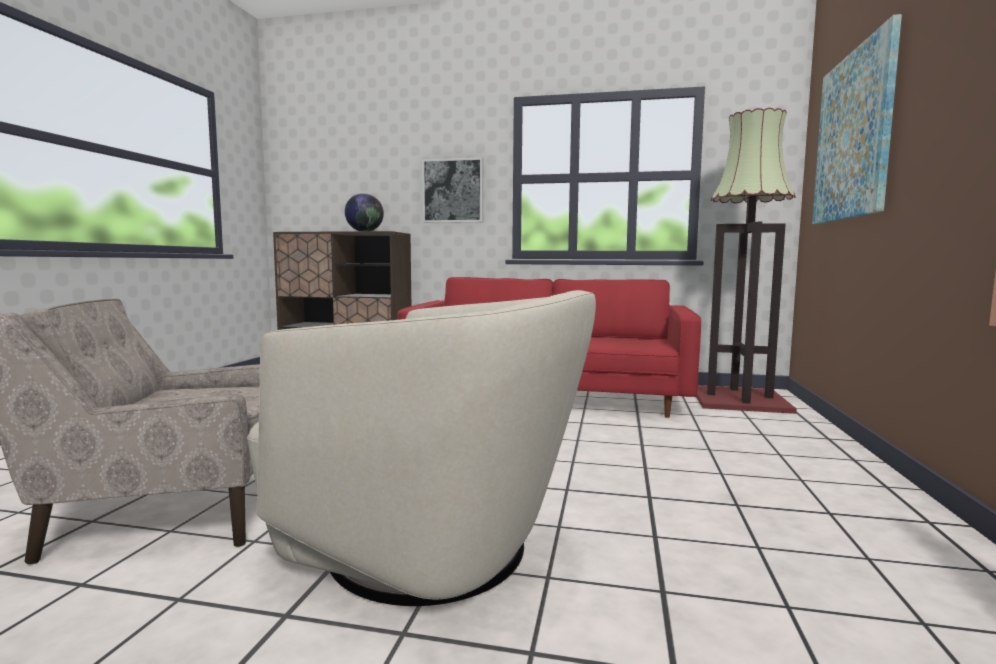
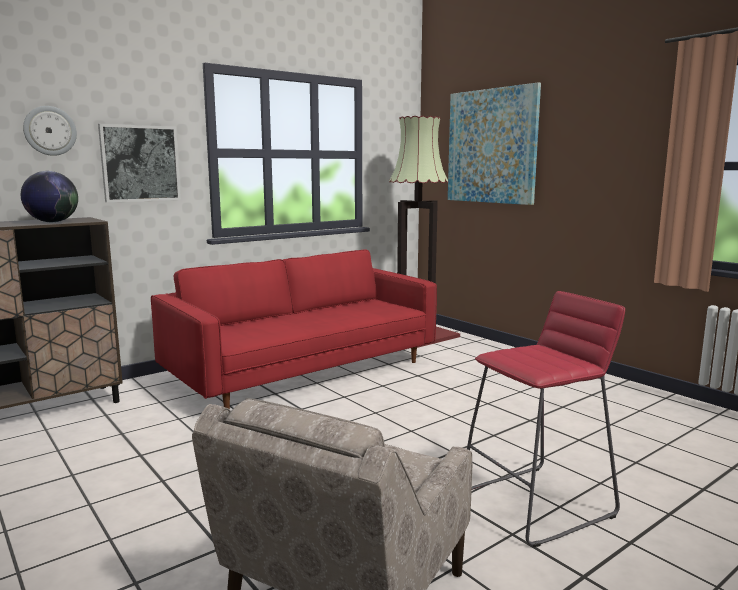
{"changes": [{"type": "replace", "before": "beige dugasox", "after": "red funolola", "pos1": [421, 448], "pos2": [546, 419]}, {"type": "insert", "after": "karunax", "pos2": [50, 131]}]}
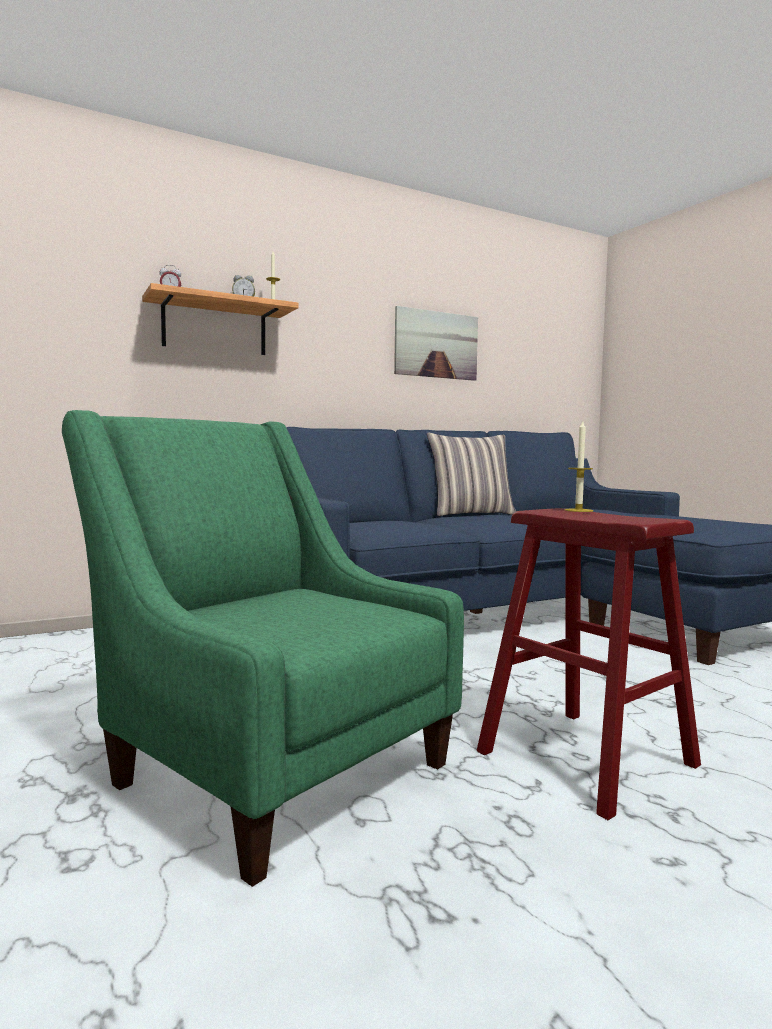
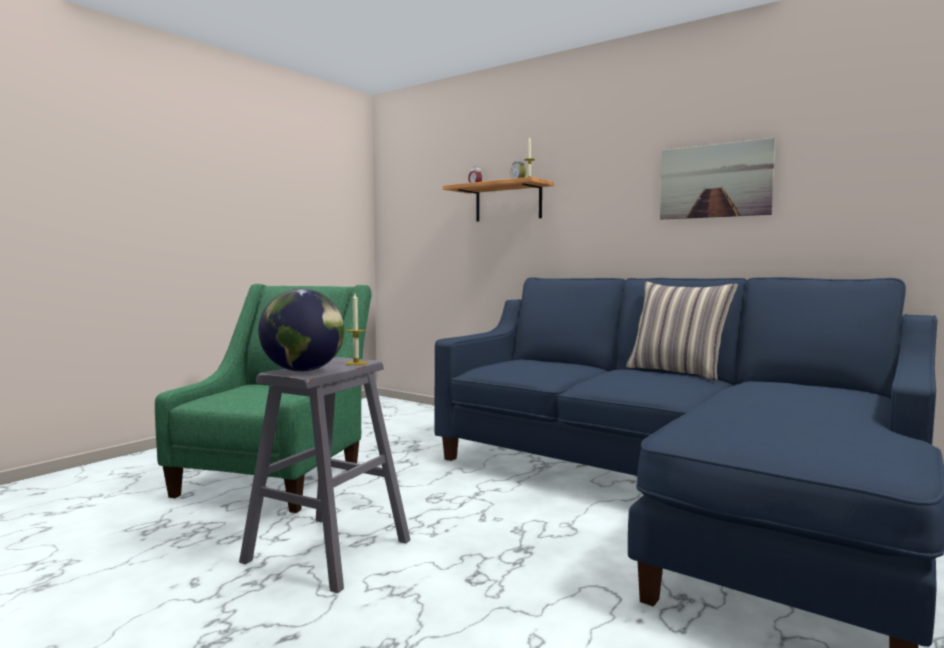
{"changes": [{"type": "recolor", "before": "red funolola", "after": "grey funolola", "pos1": [589, 664], "pos2": [324, 475]}, {"type": "insert", "after": "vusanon", "pos2": [301, 330]}]}
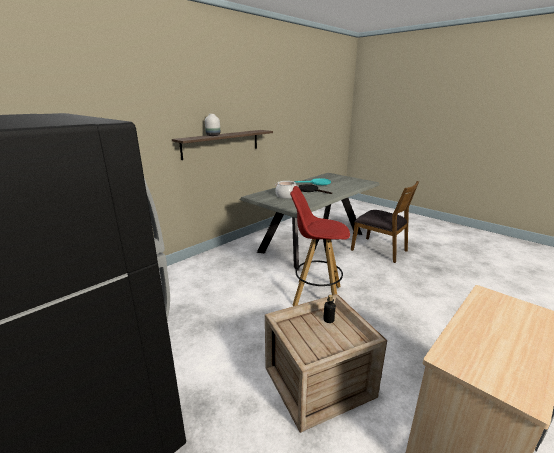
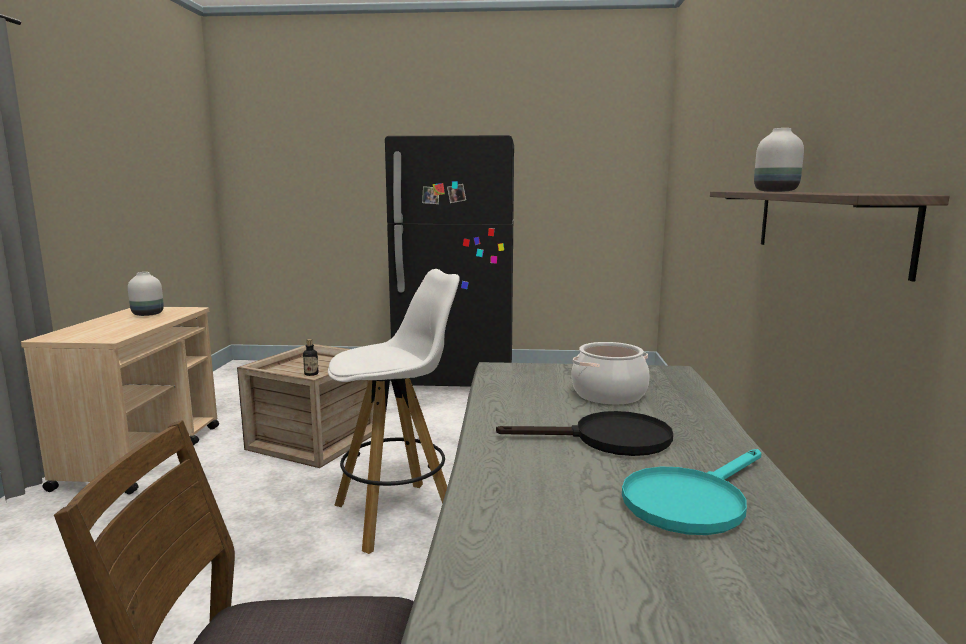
{"changes": [{"type": "recolor", "before": "red funolola", "after": "white funolola", "pos1": [320, 246], "pos2": [394, 411]}, {"type": "insert", "after": "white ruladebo", "pos2": [146, 294]}]}
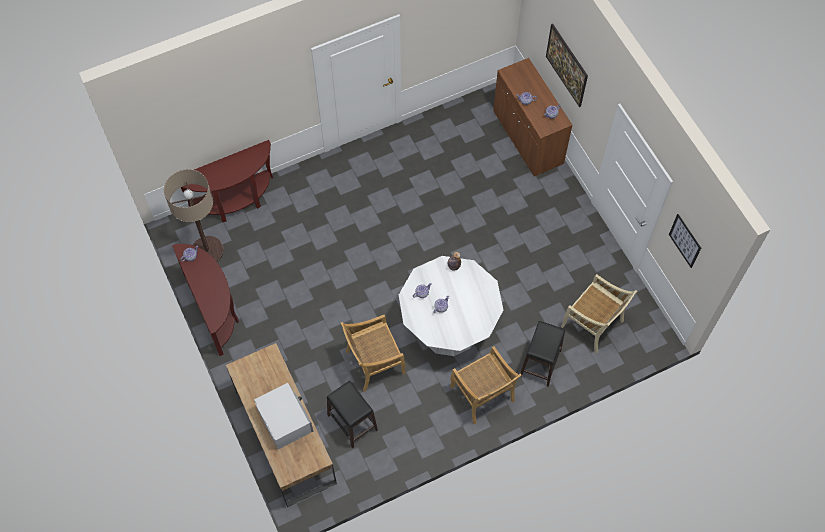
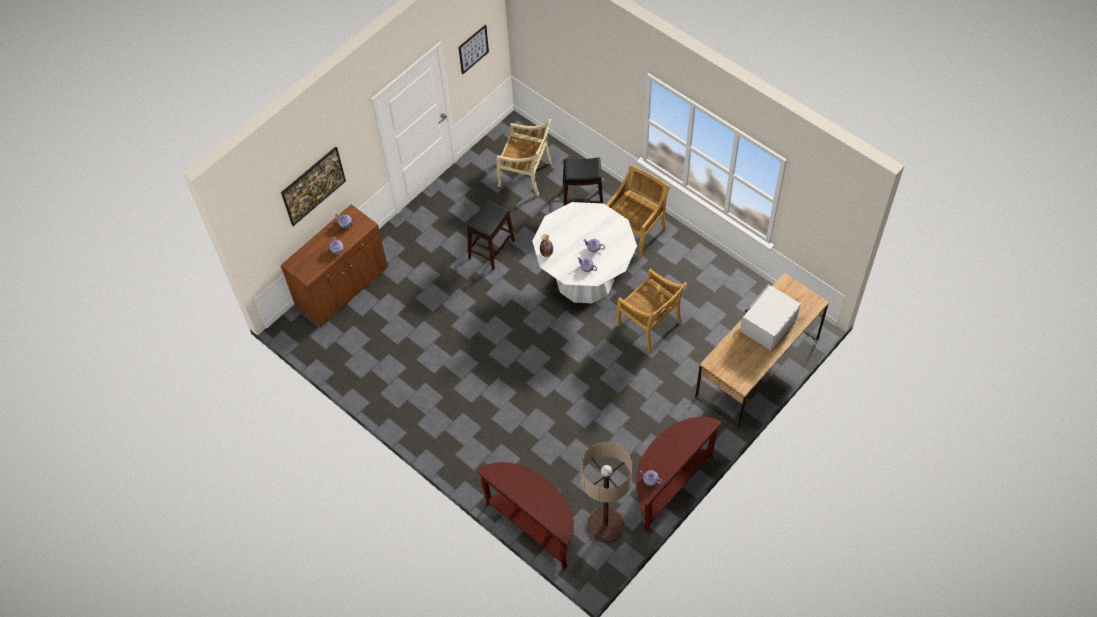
{"changes": [{"type": "move", "before": "black funolola", "pos1": [352, 414], "pos2": [491, 235]}, {"type": "rotate", "before": "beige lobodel", "pos1": [599, 314], "pos2": [524, 157], "turn": 90}]}
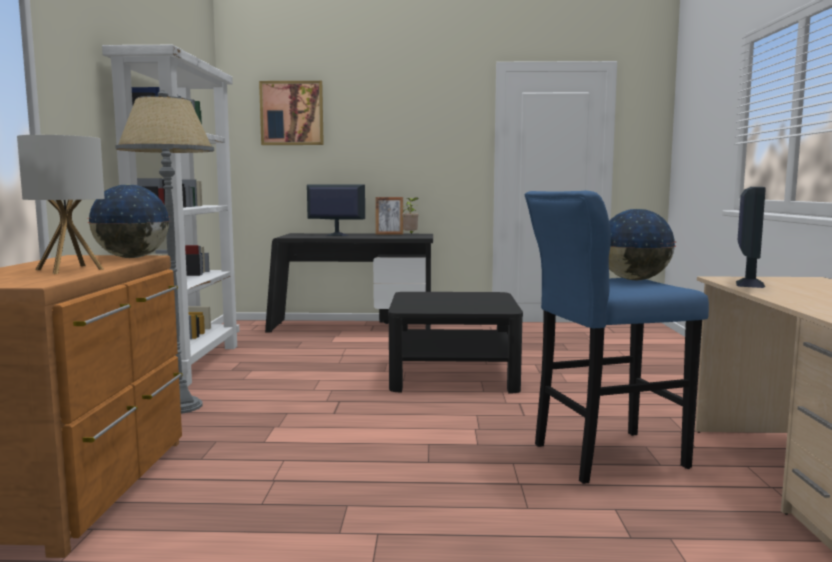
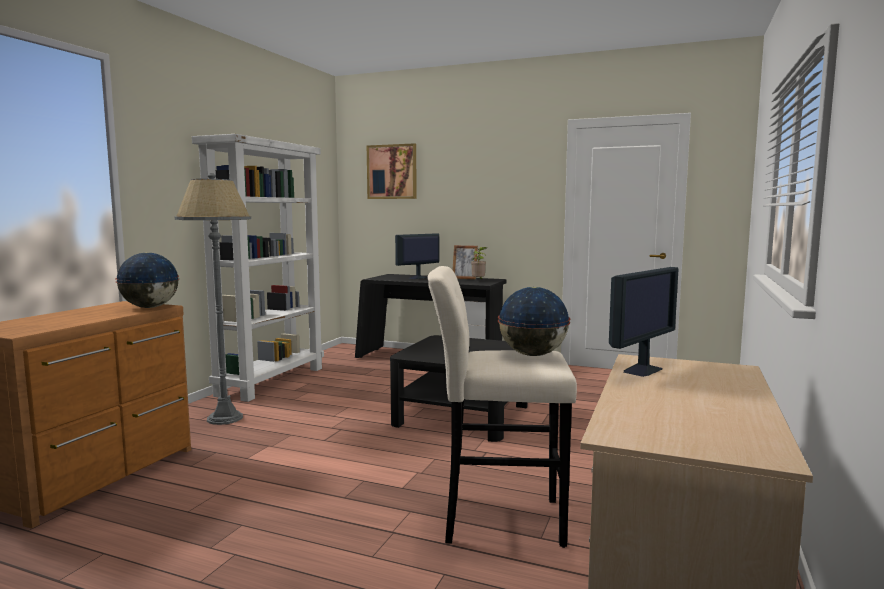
{"changes": [{"type": "delete", "before": "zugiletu", "pos1": [61, 204]}, {"type": "rotate", "before": "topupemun", "pos1": [336, 210], "pos2": [417, 256], "turn": -75}, {"type": "recolor", "before": "blue funolola", "after": "beige funolola", "pos1": [617, 337], "pos2": [502, 407]}]}
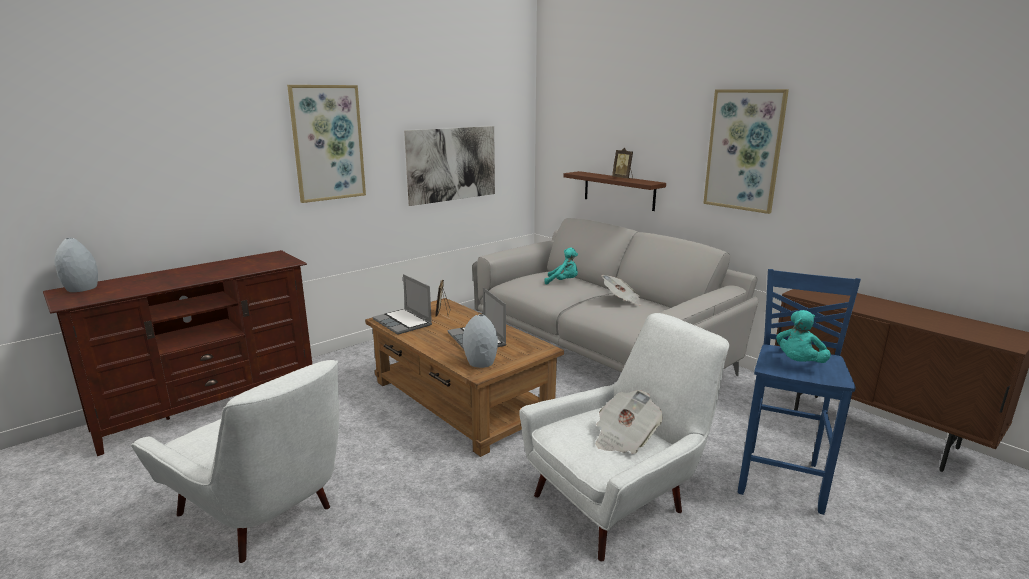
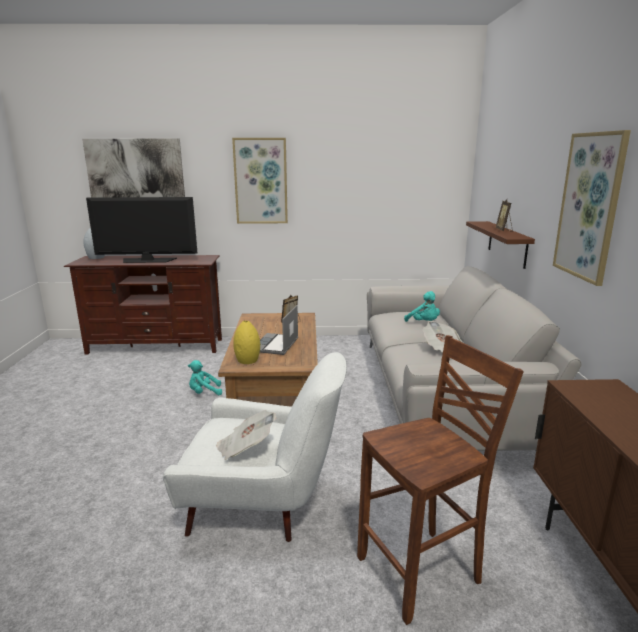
{"changes": [{"type": "delete", "before": "white dugasox", "pos1": [235, 461]}, {"type": "delete", "before": "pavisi", "pos1": [402, 304]}, {"type": "move", "before": "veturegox", "pos1": [449, 166], "pos2": [133, 168]}, {"type": "recolor", "before": "grey ruladebo", "after": "yellow ruladebo", "pos1": [480, 341], "pos2": [246, 342]}, {"type": "recolor", "before": "blue funolola", "after": "brown funolola", "pos1": [799, 392], "pos2": [440, 480]}, {"type": "move", "before": "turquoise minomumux", "pos1": [803, 336], "pos2": [205, 377]}, {"type": "insert", "after": "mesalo", "pos2": [141, 230]}]}
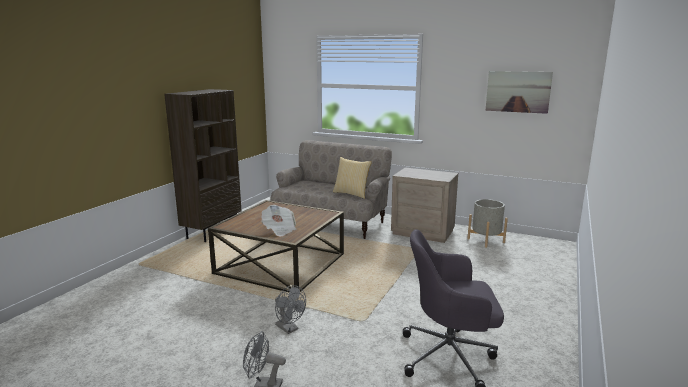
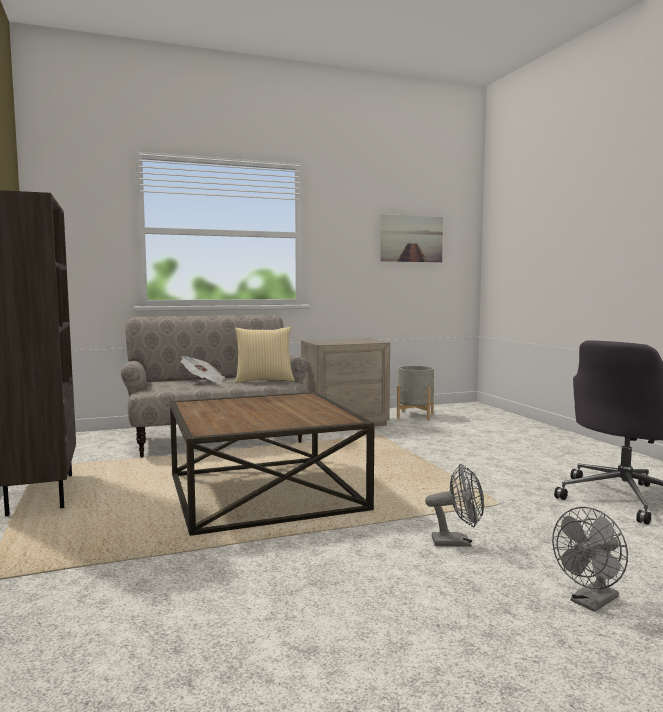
{"changes": [{"type": "move", "before": "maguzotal", "pos1": [278, 221], "pos2": [203, 370]}]}
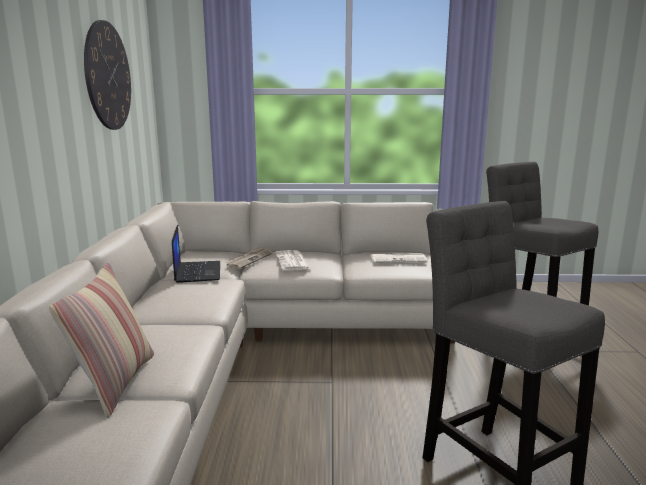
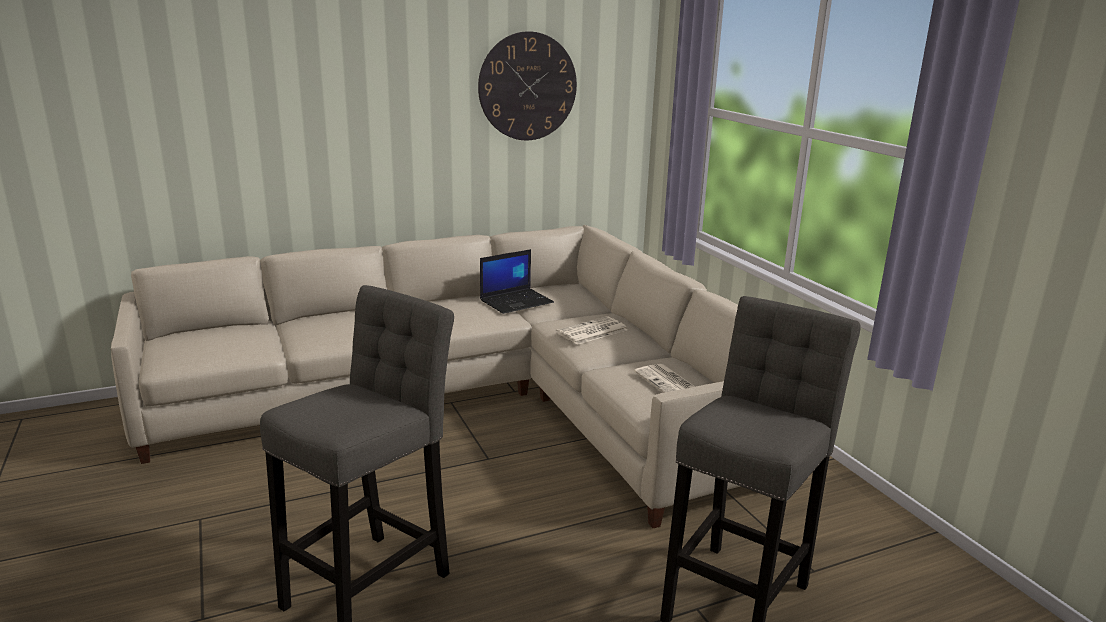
{"changes": [{"type": "delete", "before": "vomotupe", "pos1": [101, 340]}, {"type": "delete", "before": "maguzotal", "pos1": [249, 258]}]}
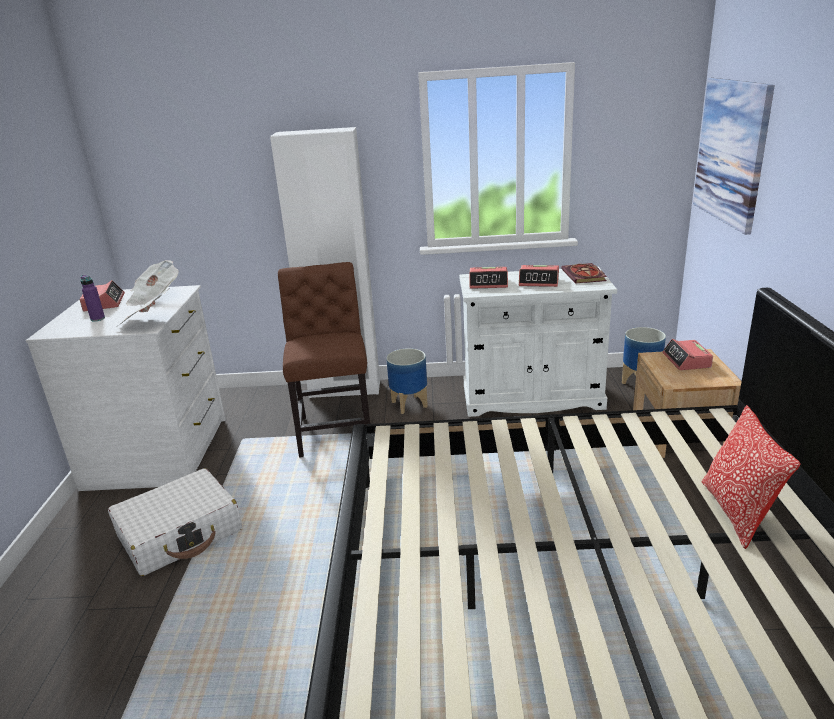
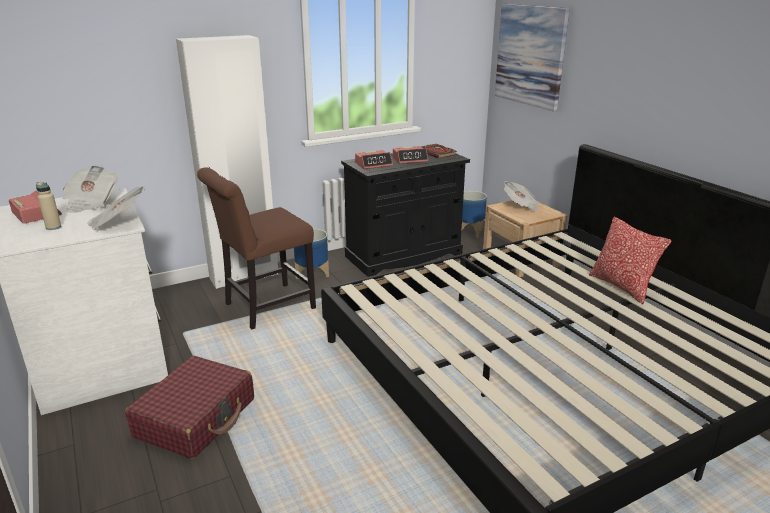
{"changes": [{"type": "recolor", "before": "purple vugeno", "after": "beige vugeno", "pos1": [92, 298], "pos2": [48, 206]}, {"type": "recolor", "before": "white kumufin", "after": "red kumufin", "pos1": [175, 522], "pos2": [189, 407]}, {"type": "rotate", "before": "brown lobodel", "pos1": [324, 360], "pos2": [256, 248], "turn": -90}, {"type": "recolor", "before": "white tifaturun", "after": "black tifaturun", "pos1": [538, 342], "pos2": [405, 215]}, {"type": "replace", "before": "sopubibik", "after": "maguzotal", "pos1": [687, 354], "pos2": [521, 196]}]}
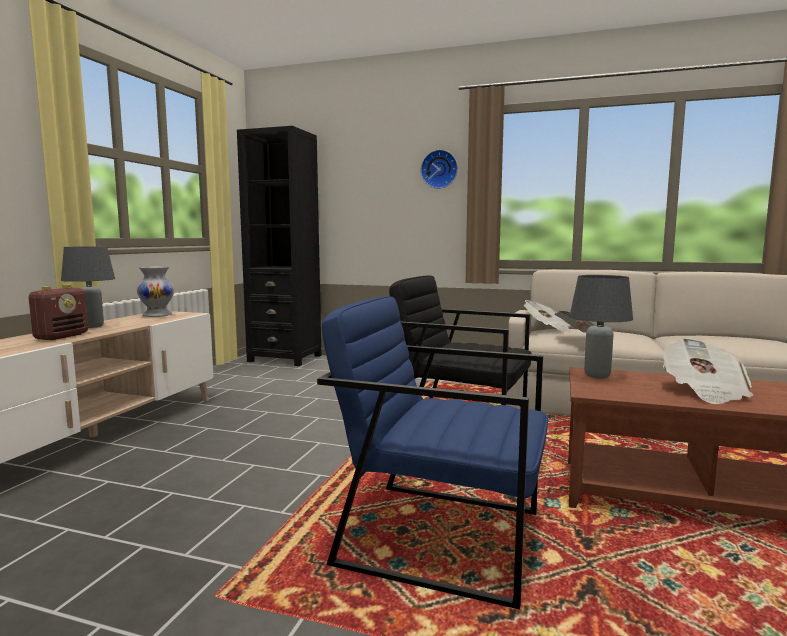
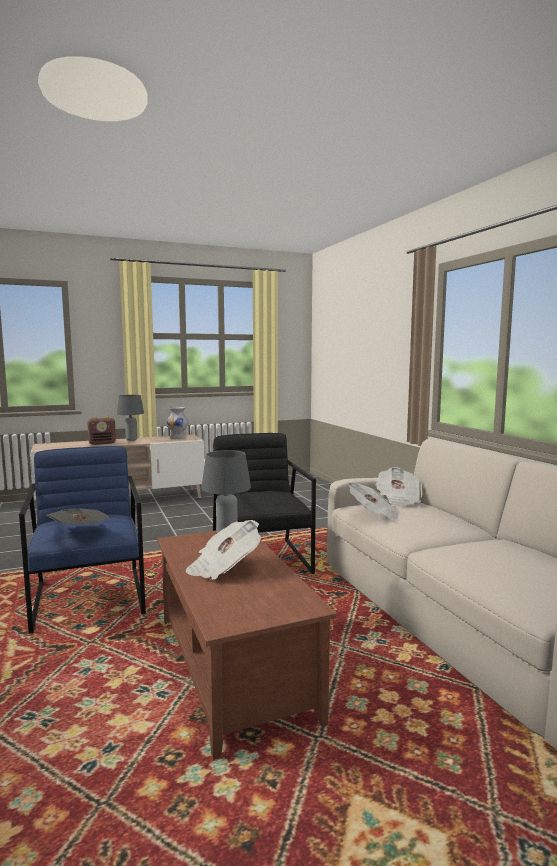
{"changes": [{"type": "delete", "before": "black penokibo", "pos1": [279, 246]}, {"type": "delete", "before": "karunax", "pos1": [439, 169]}, {"type": "insert", "after": "maguzotal", "pos2": [77, 516]}]}
